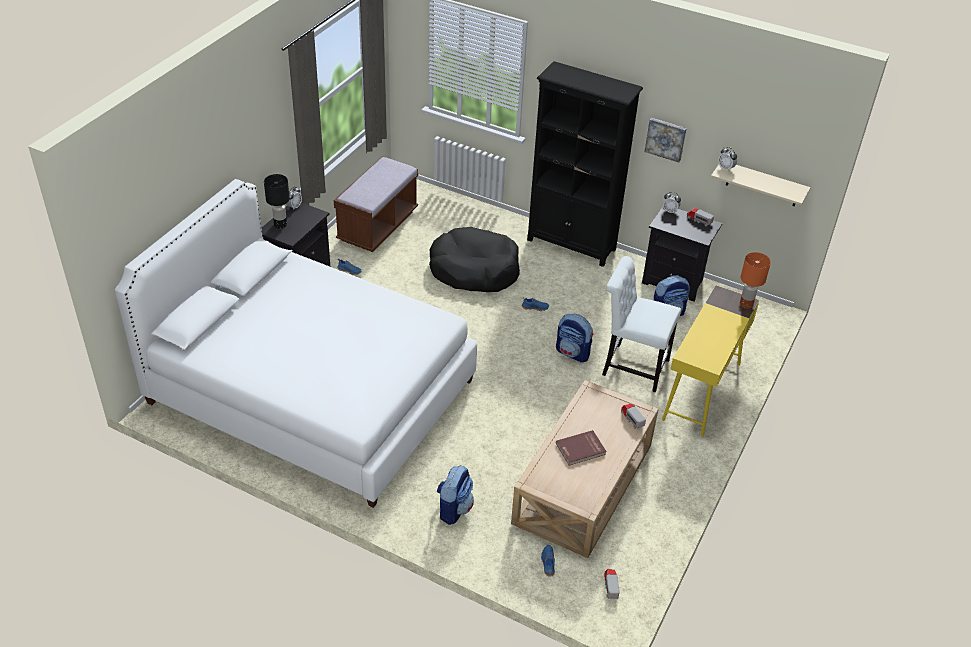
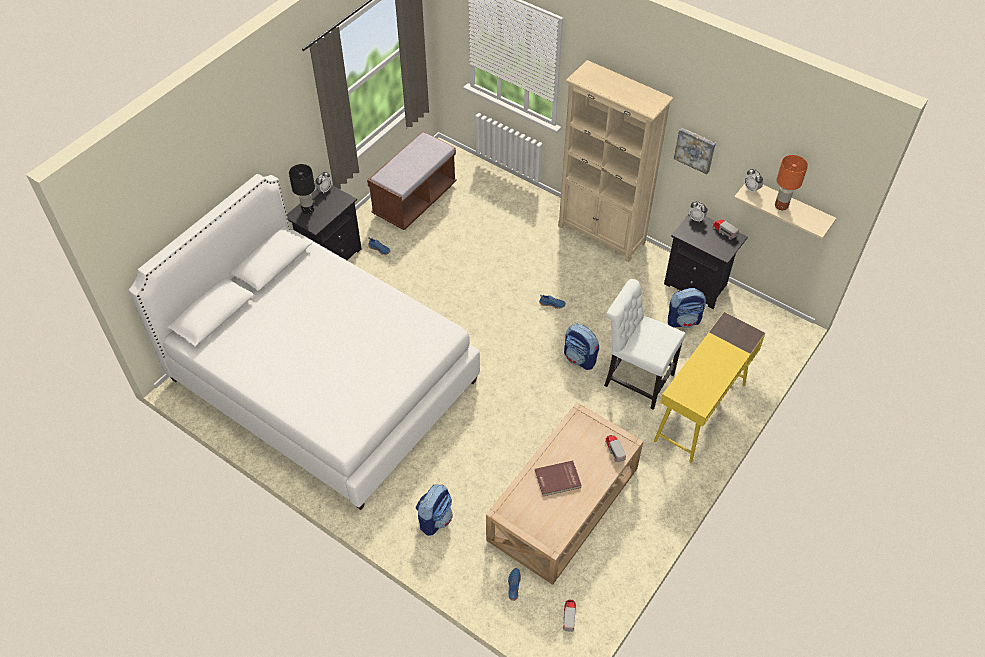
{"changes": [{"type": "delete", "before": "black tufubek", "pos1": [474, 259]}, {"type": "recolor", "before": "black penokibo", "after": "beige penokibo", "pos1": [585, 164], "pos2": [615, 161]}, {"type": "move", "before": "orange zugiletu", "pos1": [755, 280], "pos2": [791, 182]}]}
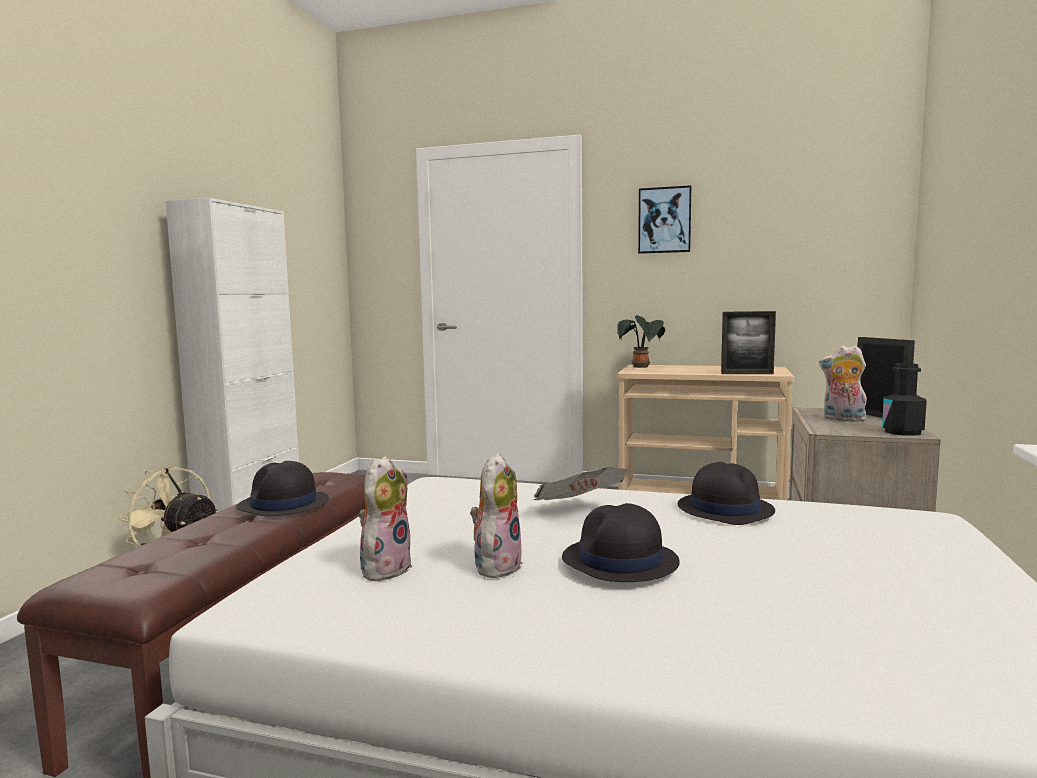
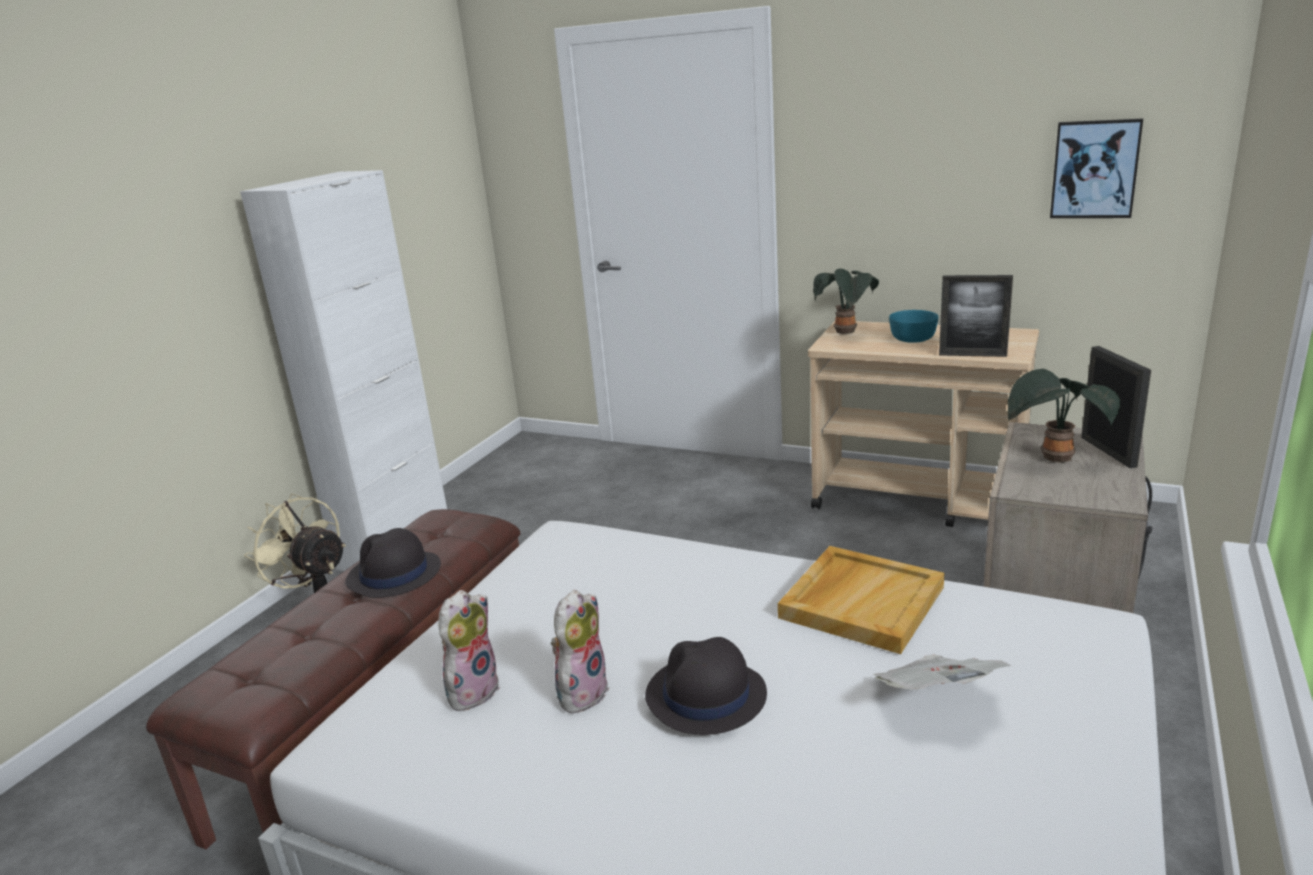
{"changes": [{"type": "move", "before": "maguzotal", "pos1": [580, 483], "pos2": [942, 672]}, {"type": "move", "before": "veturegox", "pos1": [664, 219], "pos2": [1096, 168]}, {"type": "replace", "before": "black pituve", "after": "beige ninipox", "pos1": [726, 493], "pos2": [861, 600]}, {"type": "replace", "before": "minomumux", "after": "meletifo", "pos1": [844, 383], "pos2": [1064, 416]}, {"type": "delete", "before": "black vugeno", "pos1": [904, 399]}, {"type": "insert", "after": "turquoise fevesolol", "pos2": [913, 326]}]}
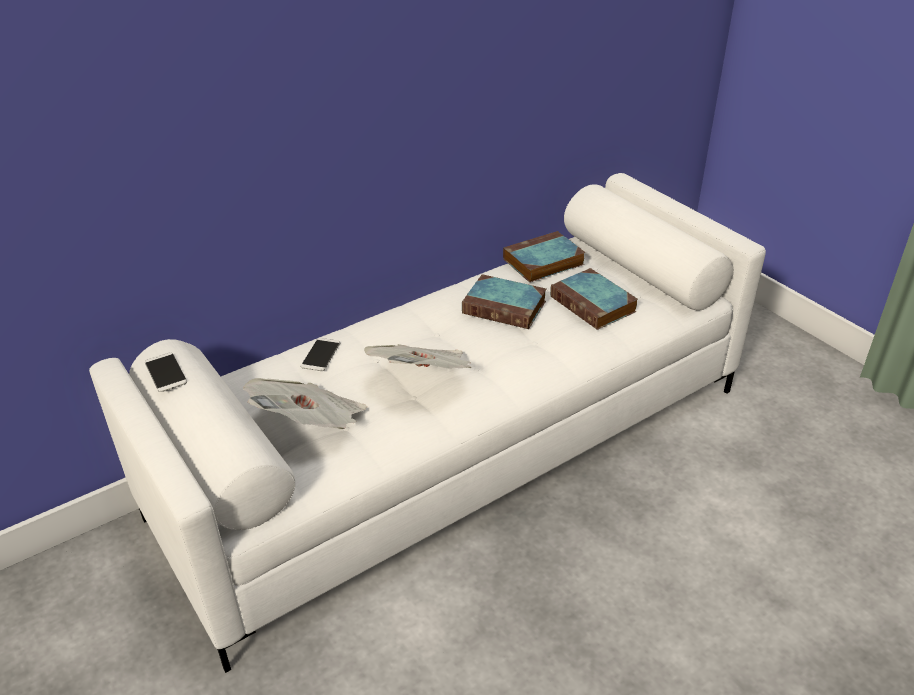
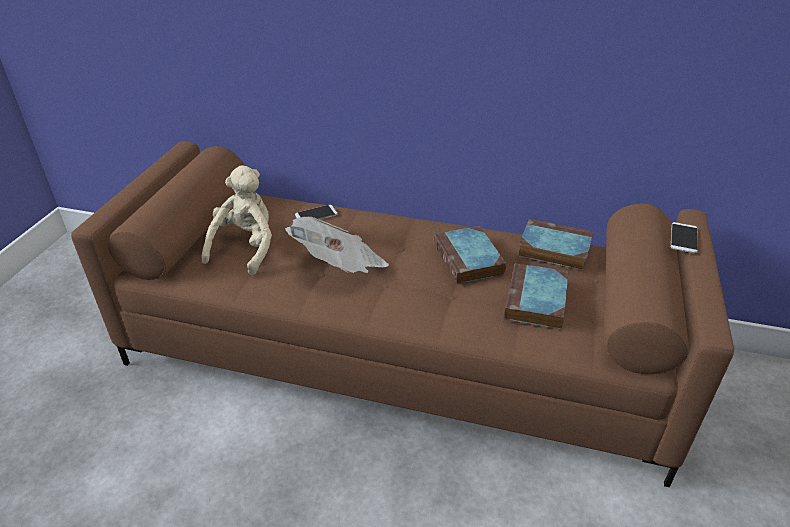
{"changes": [{"type": "recolor", "before": "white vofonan", "after": "brown vofonan", "pos1": [427, 423], "pos2": [402, 314]}, {"type": "move", "before": "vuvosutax", "pos1": [166, 372], "pos2": [684, 237]}, {"type": "replace", "before": "maguzotal", "after": "beige minomumux", "pos1": [305, 403], "pos2": [237, 220]}]}
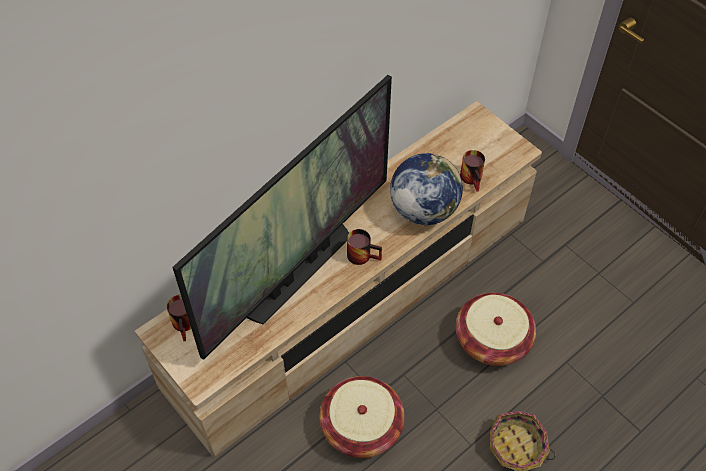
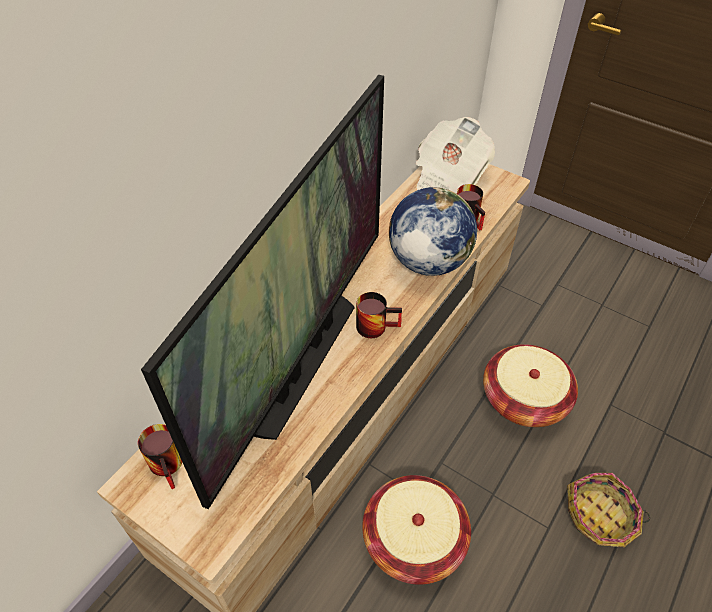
{"changes": [{"type": "insert", "after": "maguzotal", "pos2": [455, 155]}]}
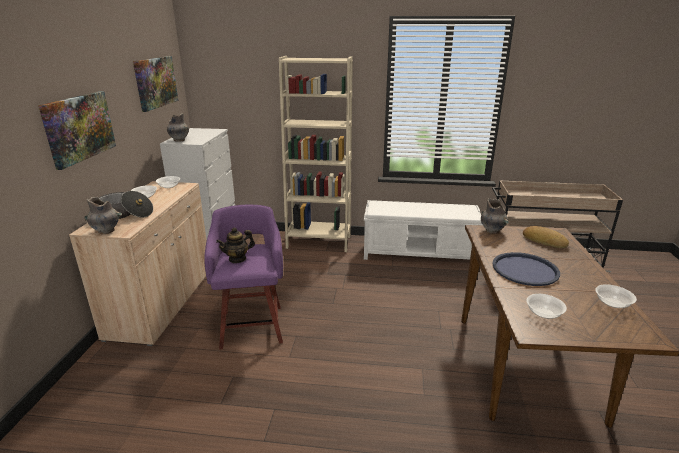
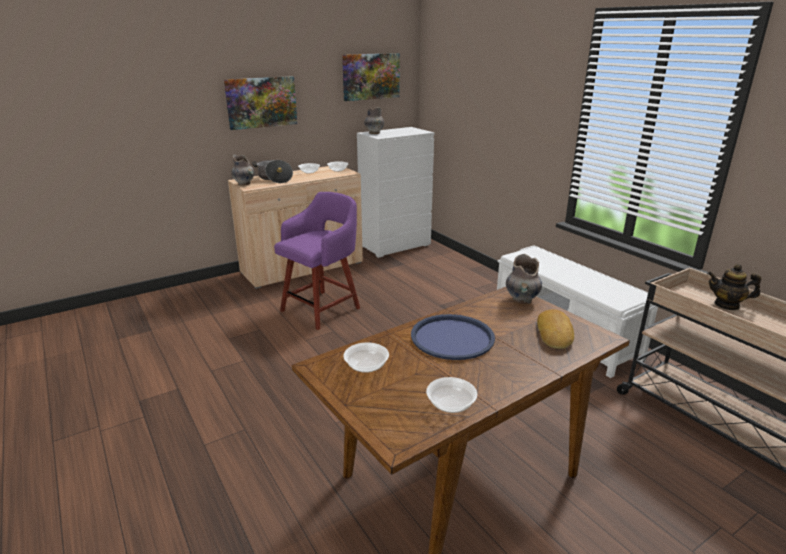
{"changes": [{"type": "move", "before": "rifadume", "pos1": [235, 245], "pos2": [734, 287]}, {"type": "delete", "before": "beige penokibo", "pos1": [316, 154]}]}
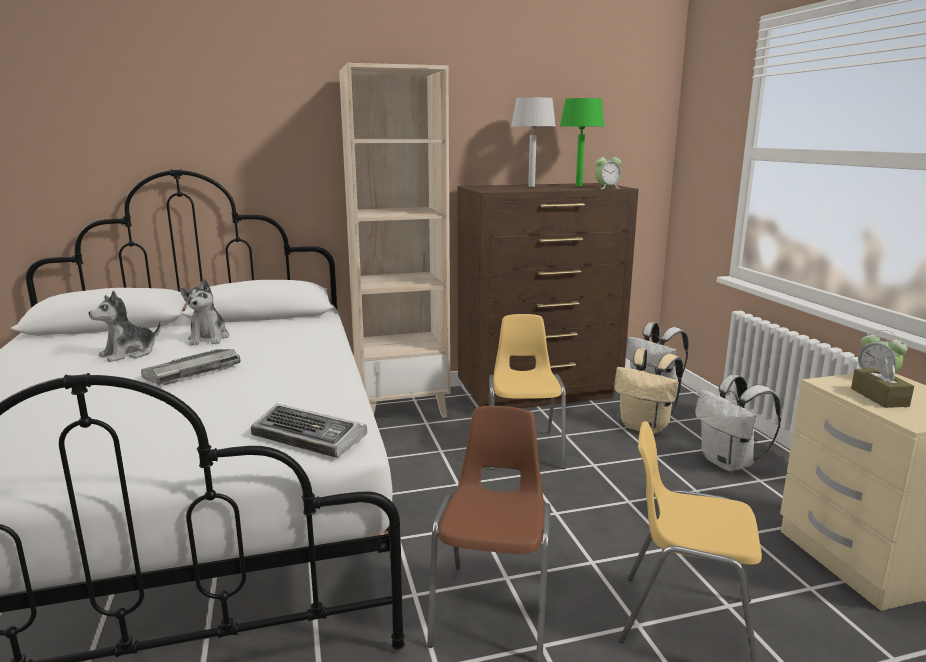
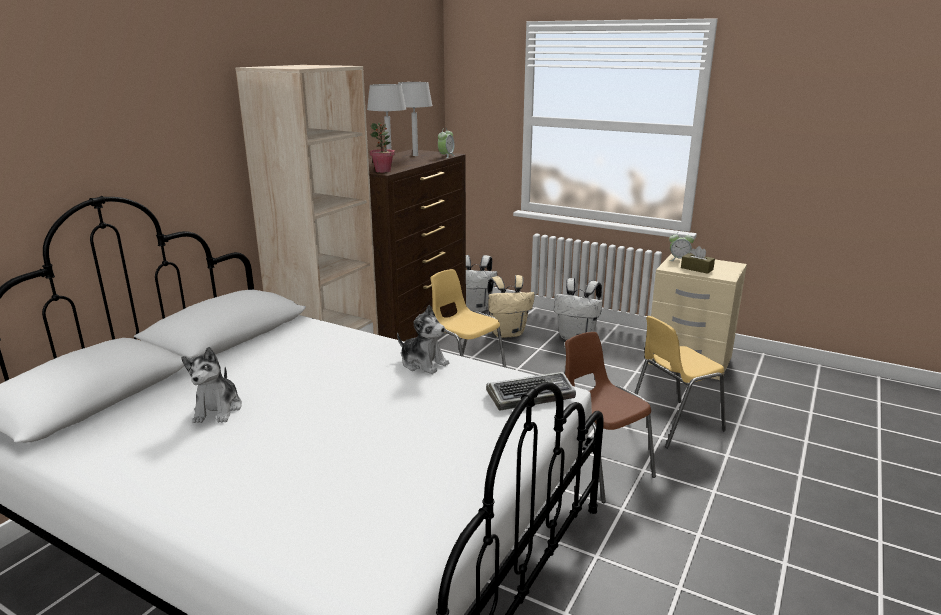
{"changes": [{"type": "delete", "before": "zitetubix", "pos1": [190, 367]}, {"type": "move", "before": "minomumux", "pos1": [204, 312], "pos2": [423, 339]}, {"type": "recolor", "before": "green zugiletu", "after": "grey zugiletu", "pos1": [582, 142], "pos2": [415, 119]}, {"type": "insert", "after": "meletifo", "pos2": [382, 147]}]}
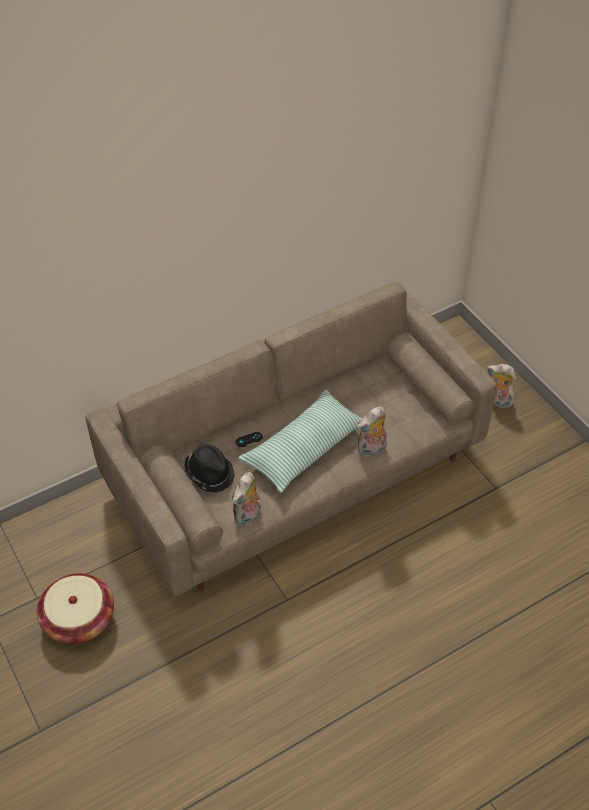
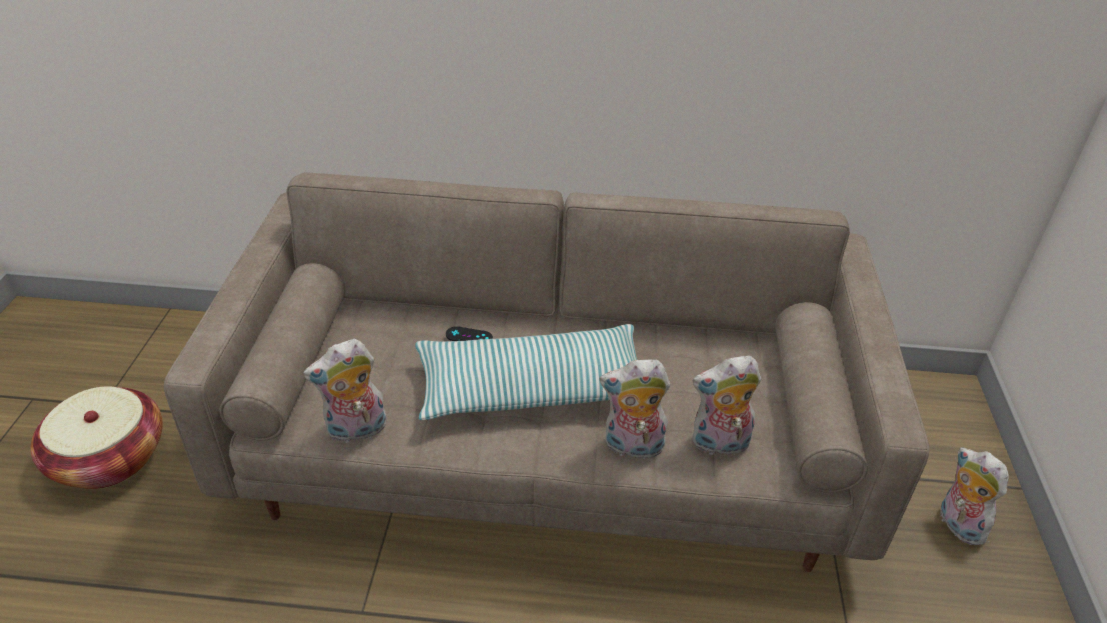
{"changes": [{"type": "delete", "before": "black pituve", "pos1": [209, 468]}, {"type": "insert", "after": "minomumux", "pos2": [727, 407]}]}
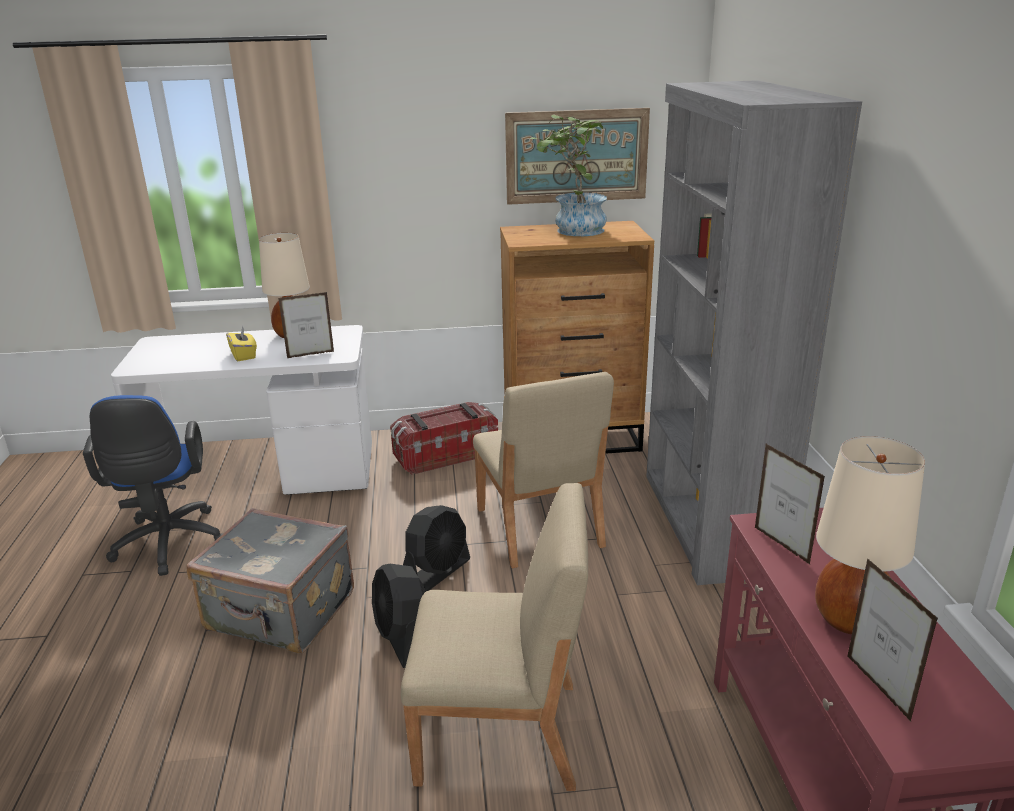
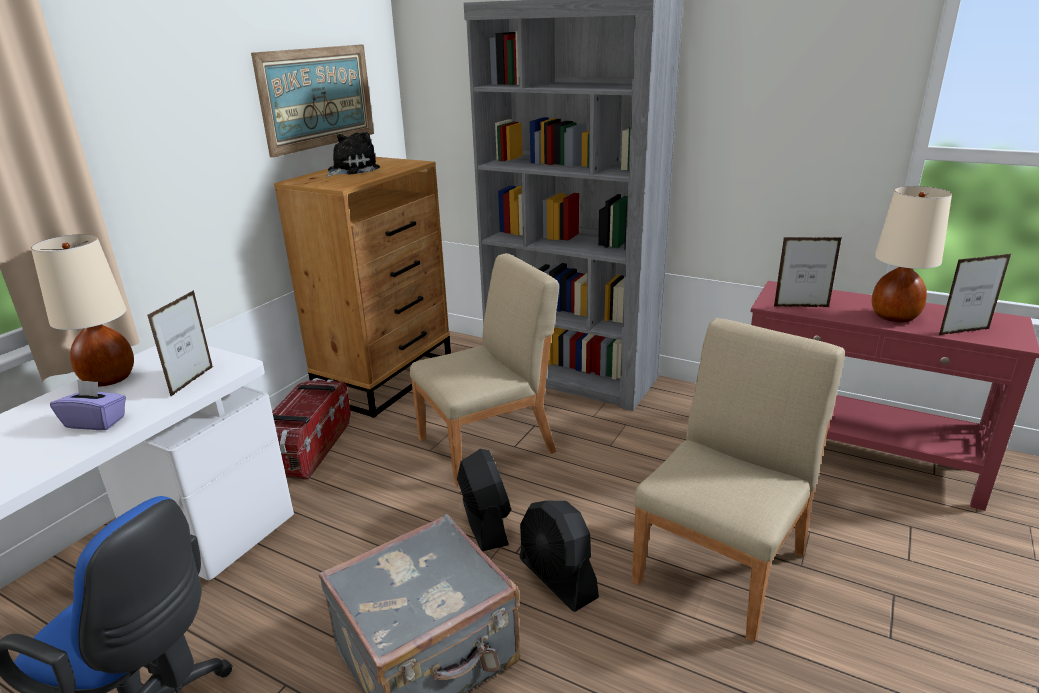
{"changes": [{"type": "recolor", "before": "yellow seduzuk", "after": "purple seduzuk", "pos1": [241, 343], "pos2": [88, 405]}, {"type": "rotate", "before": "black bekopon", "pos1": [398, 616], "pos2": [559, 556], "turn": 45}, {"type": "rotate", "before": "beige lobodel", "pos1": [543, 470], "pos2": [484, 370], "turn": -45}, {"type": "replace", "before": "meletifo", "after": "minomumux", "pos1": [568, 175], "pos2": [352, 154]}, {"type": "rotate", "before": "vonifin", "pos1": [892, 639], "pos2": [974, 295], "turn": 150}]}
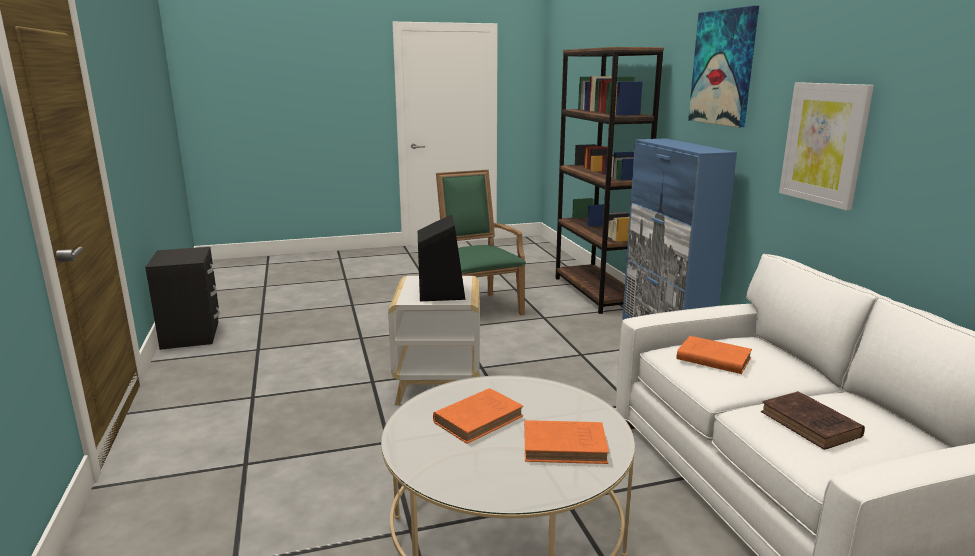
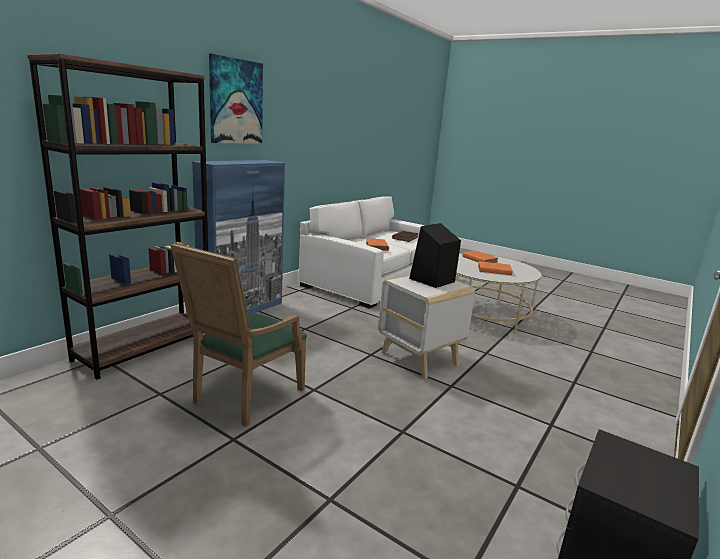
{"changes": [{"type": "delete", "before": "veturegox", "pos1": [826, 146]}]}
